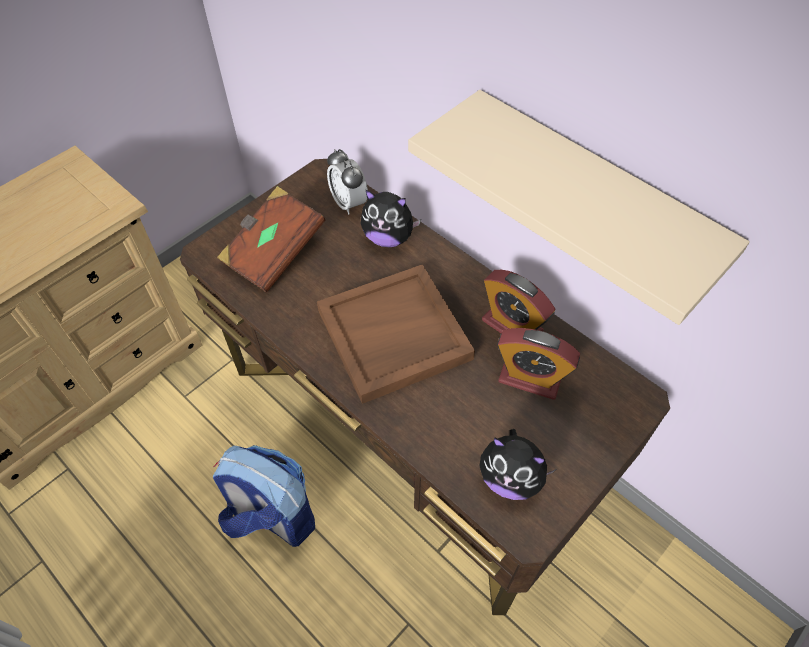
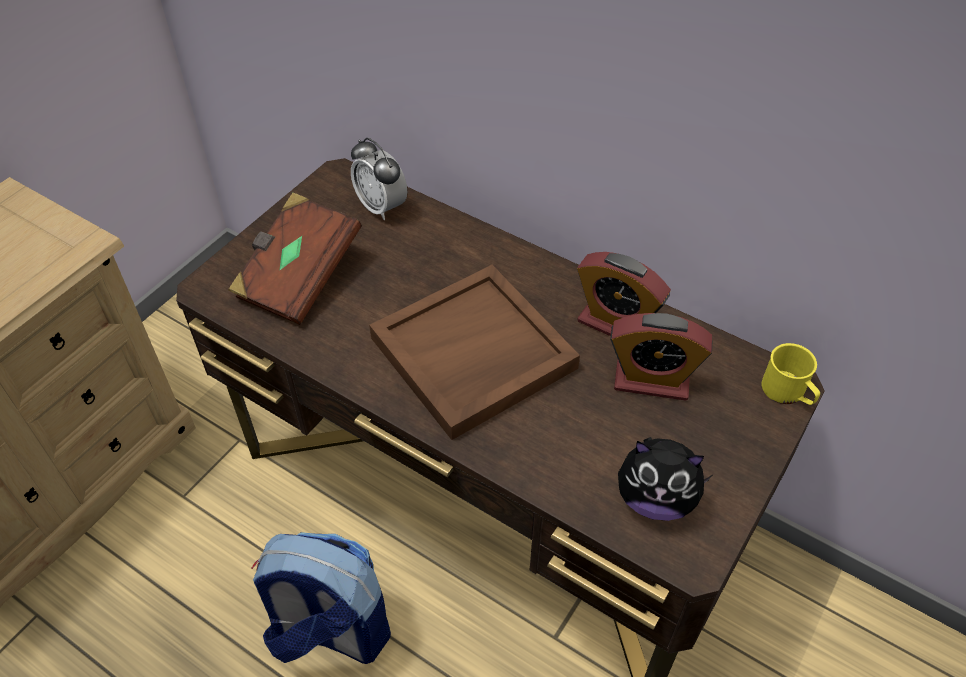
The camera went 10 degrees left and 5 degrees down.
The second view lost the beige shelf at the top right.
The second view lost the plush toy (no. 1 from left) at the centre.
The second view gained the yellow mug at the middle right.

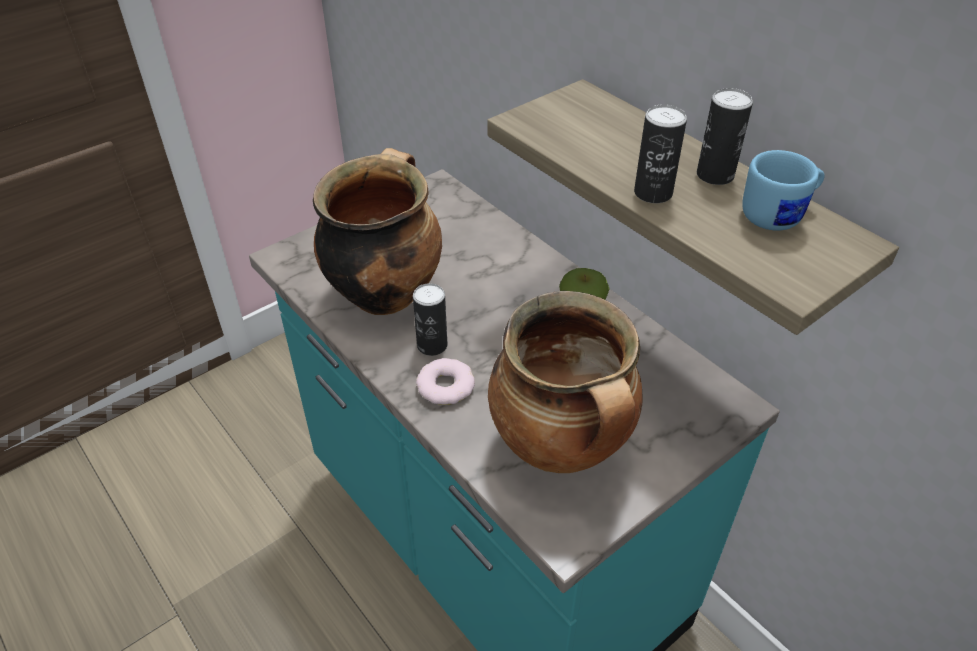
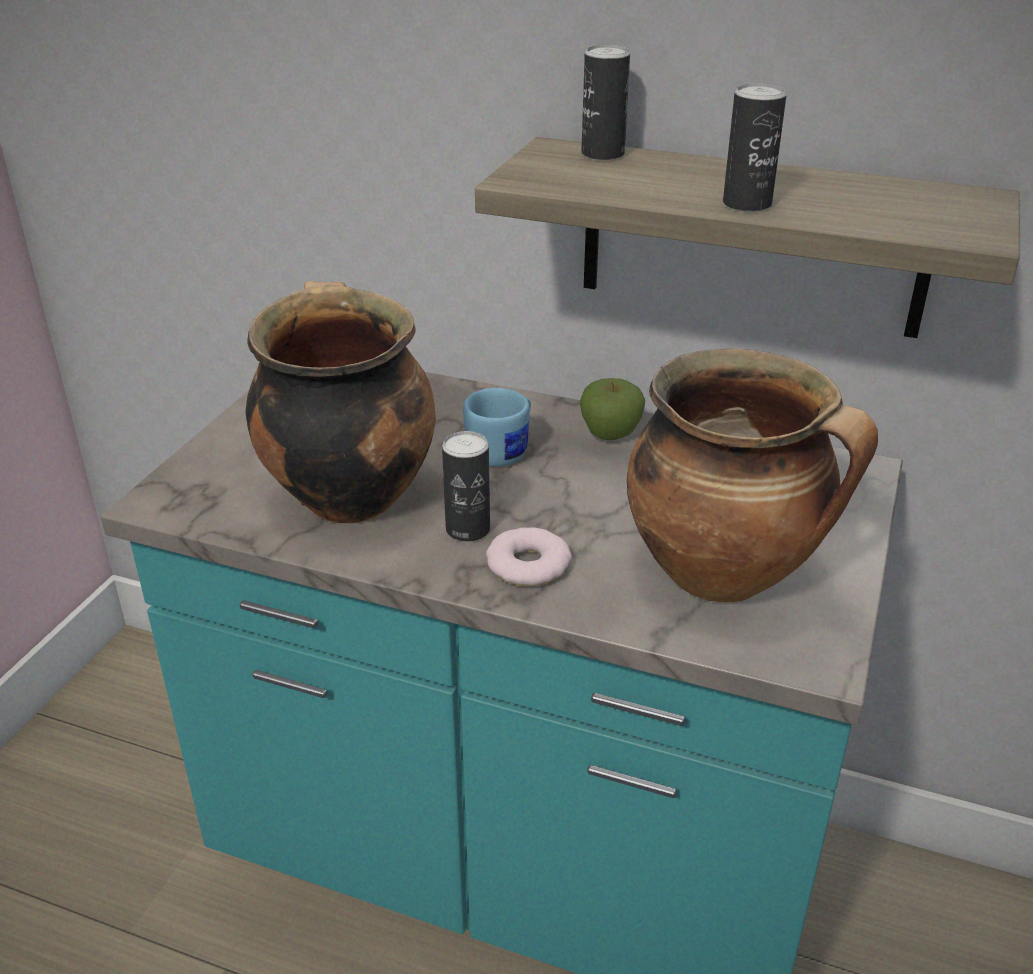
The camera went 30 degrees left and 10 degrees down.
The can (no. 3 from left in the first image) ended up elsewhere, having gone from the top right to the top centre.
The blue mug ended up elsewhere, having gone from the top right to the centre.

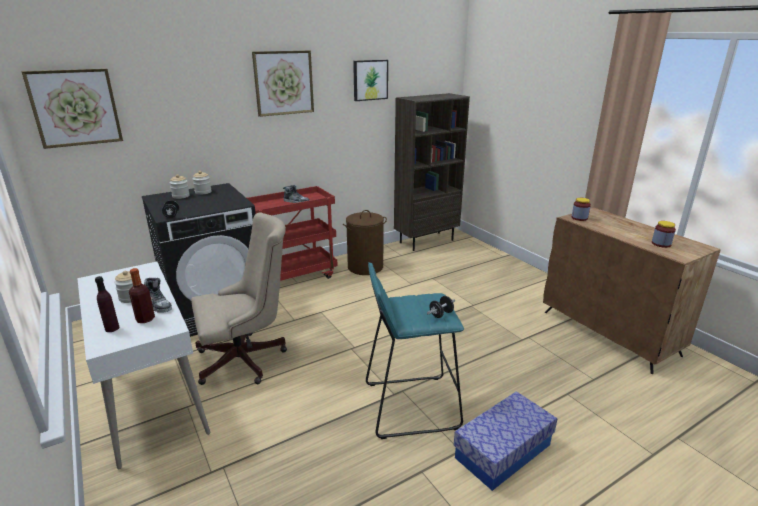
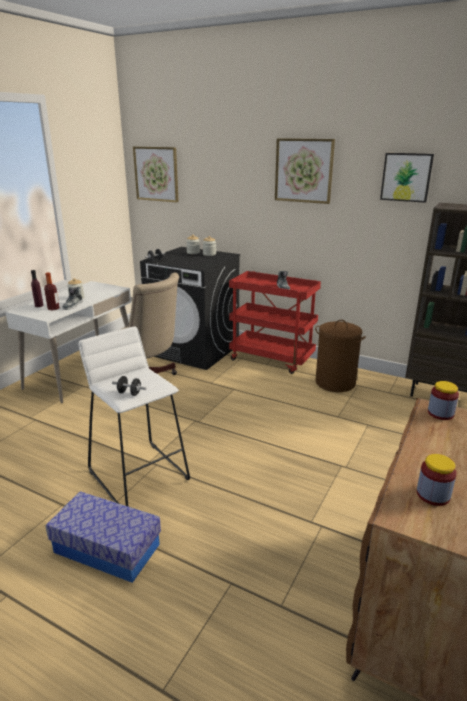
The camera went 60 degrees right and 0 degrees up.
What was the turquoise stool at the bottom centre turned into the white stool at the middle left.

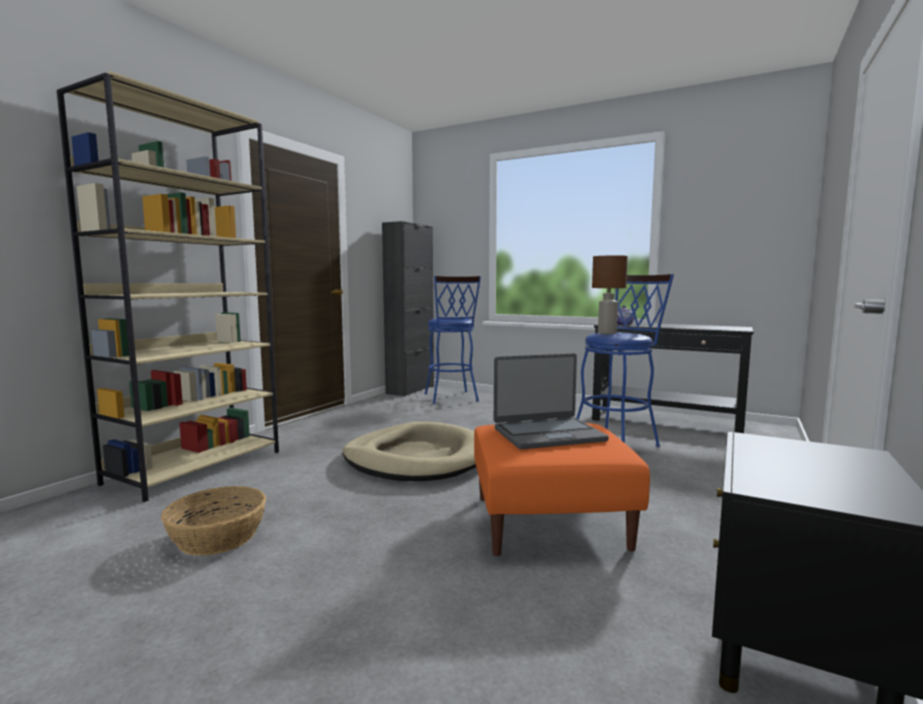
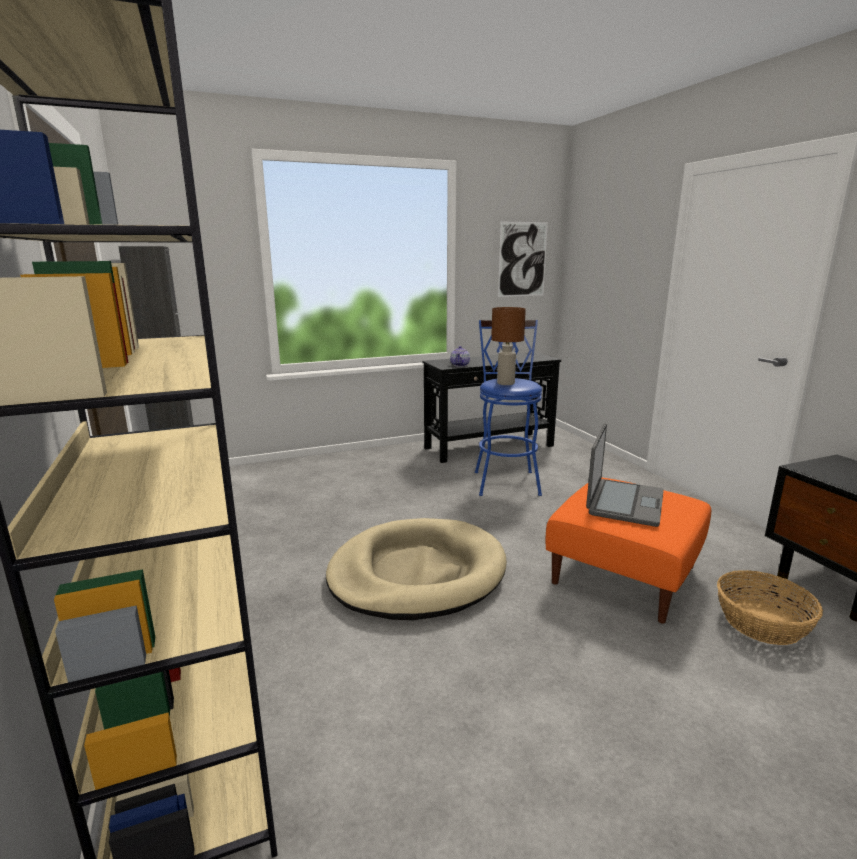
The camera went 50 degrees left and 10 degrees up.
The second view lost the blue stool (no. 1 from left) at the centre.
The basket ended up elsewhere, having gone from the bottom left to the bottom right.
The second view gained the picture at the top centre.

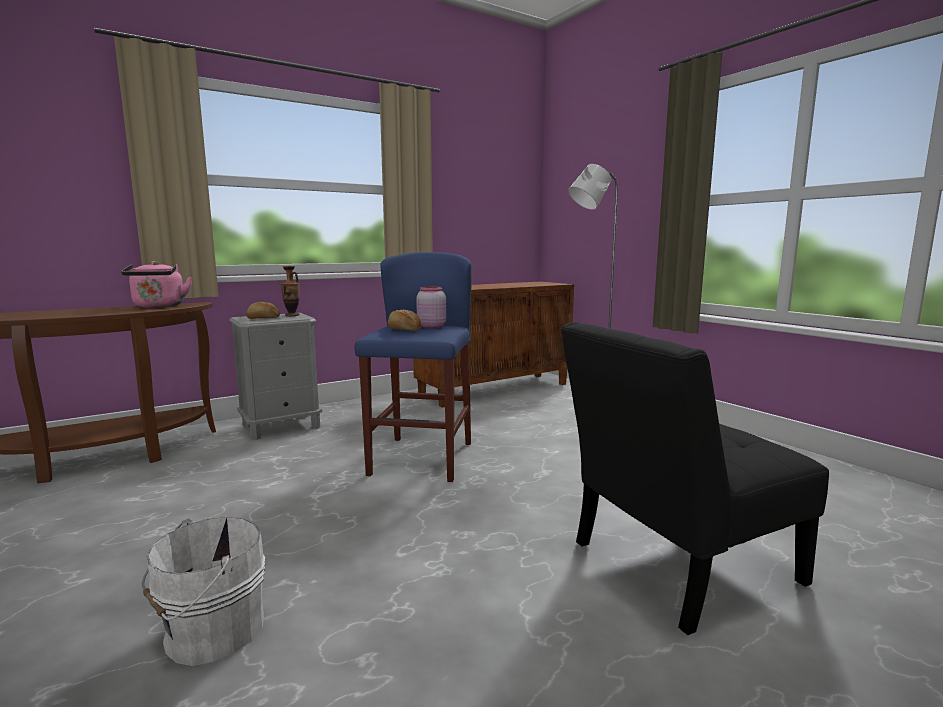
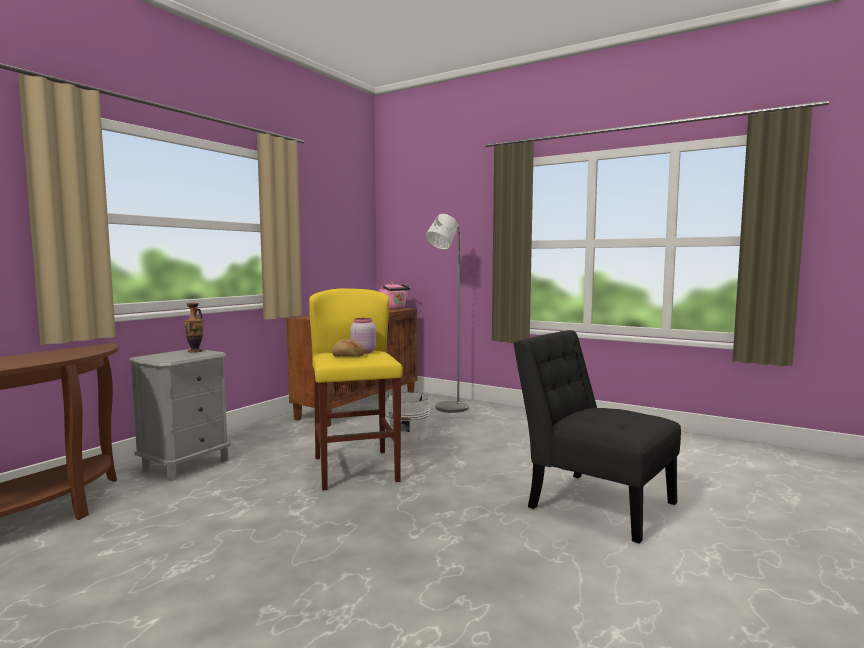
The camera went 25 degrees left and 5 degrees down.
What was the blue stool at the centre turned into the yellow stool at the centre.
The pink kettle ended up elsewhere, having gone from the middle left to the centre.
The second view lost the bread (no. 1 from left) at the middle left.
The black chair at the bottom right ended up facing another way, 90 degrees clockwise from before.
The white bucket ended up elsewhere, having gone from the bottom left to the centre.

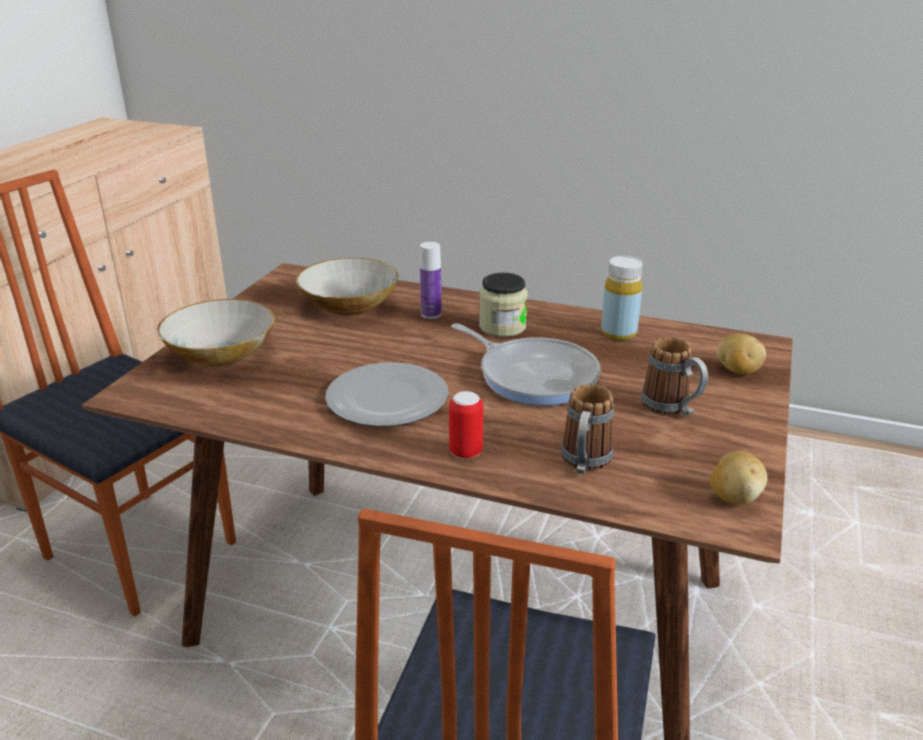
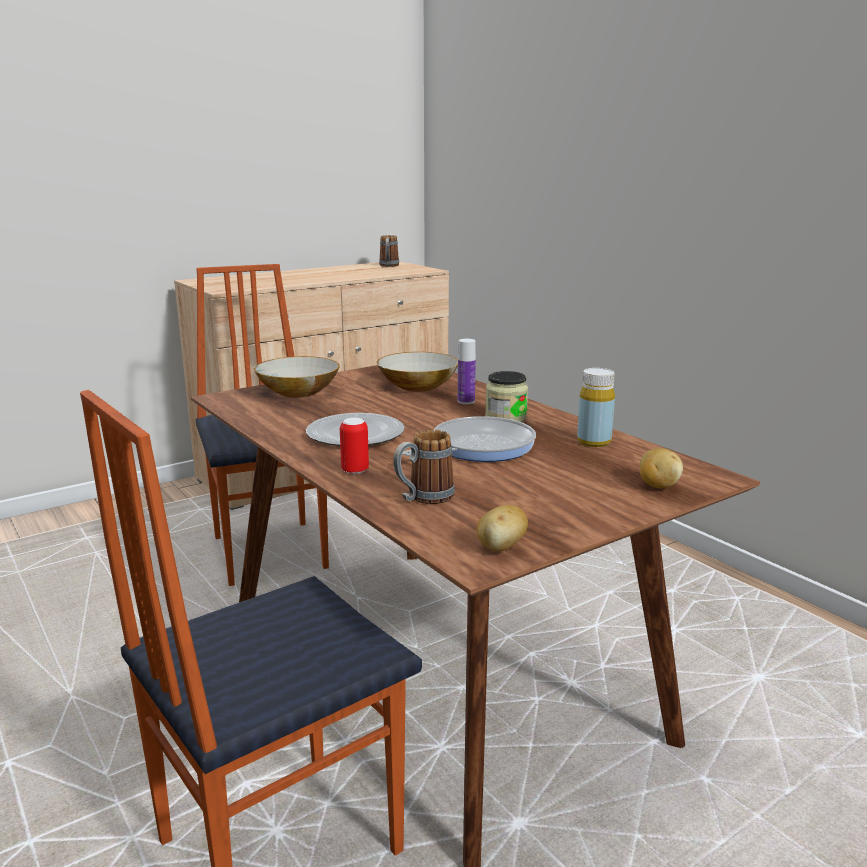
The camera went 35 degrees right and 10 degrees down.
The frying pan at the centre ended up facing another way, 120 degrees counterclockwise from before.
The mug (no. 2 from left in the first image) ended up elsewhere, having gone from the middle right to the top centre.

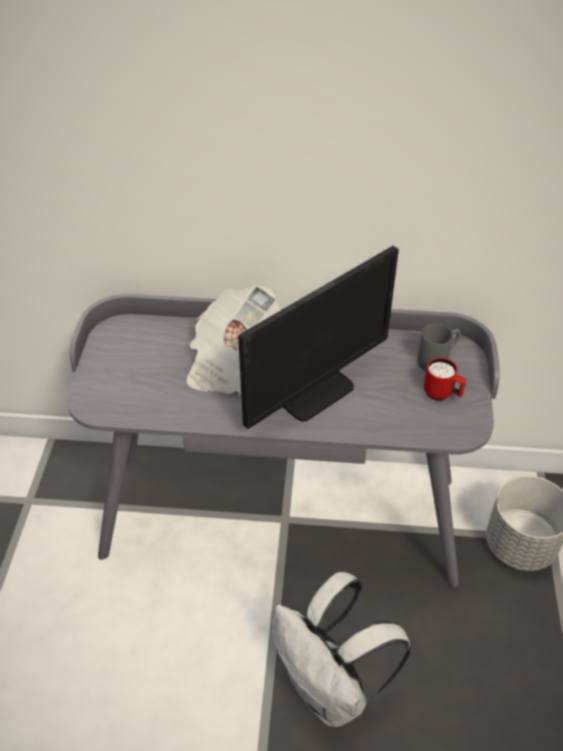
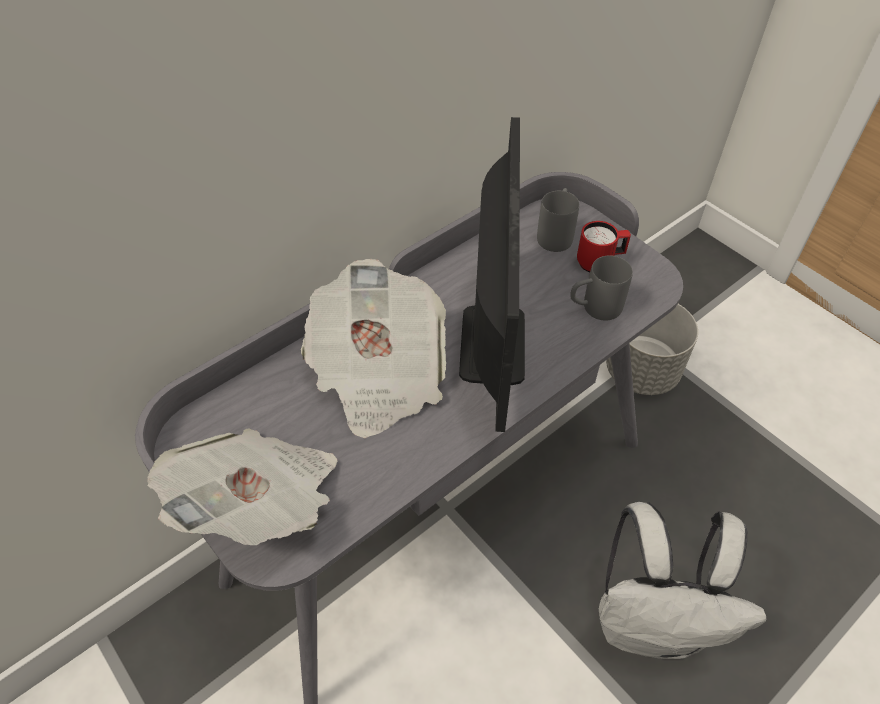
The camera went 45 degrees left and 5 degrees up.
The second view gained the grey mug (no. 2 from left) at the middle right.
The second view gained the newspaper (no. 1 from left) at the bottom left.

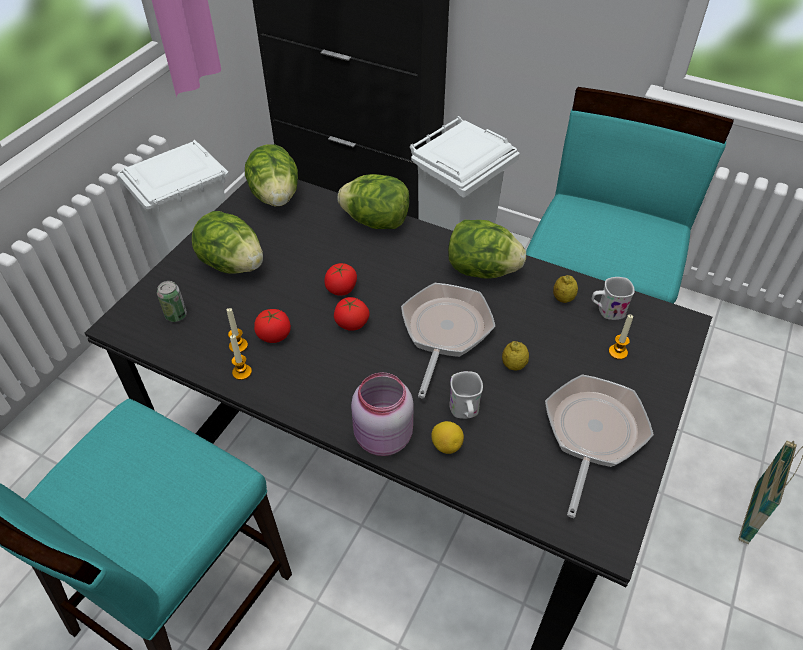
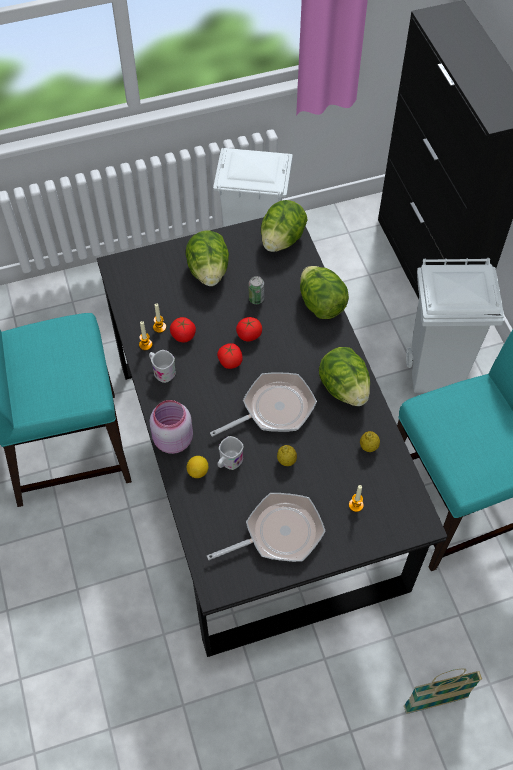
The camera went 45 degrees right and 10 degrees up.
The white mug (no. 2 from left in the first image) ended up elsewhere, having gone from the middle right to the middle left.
The can ended up elsewhere, having gone from the middle left to the centre.

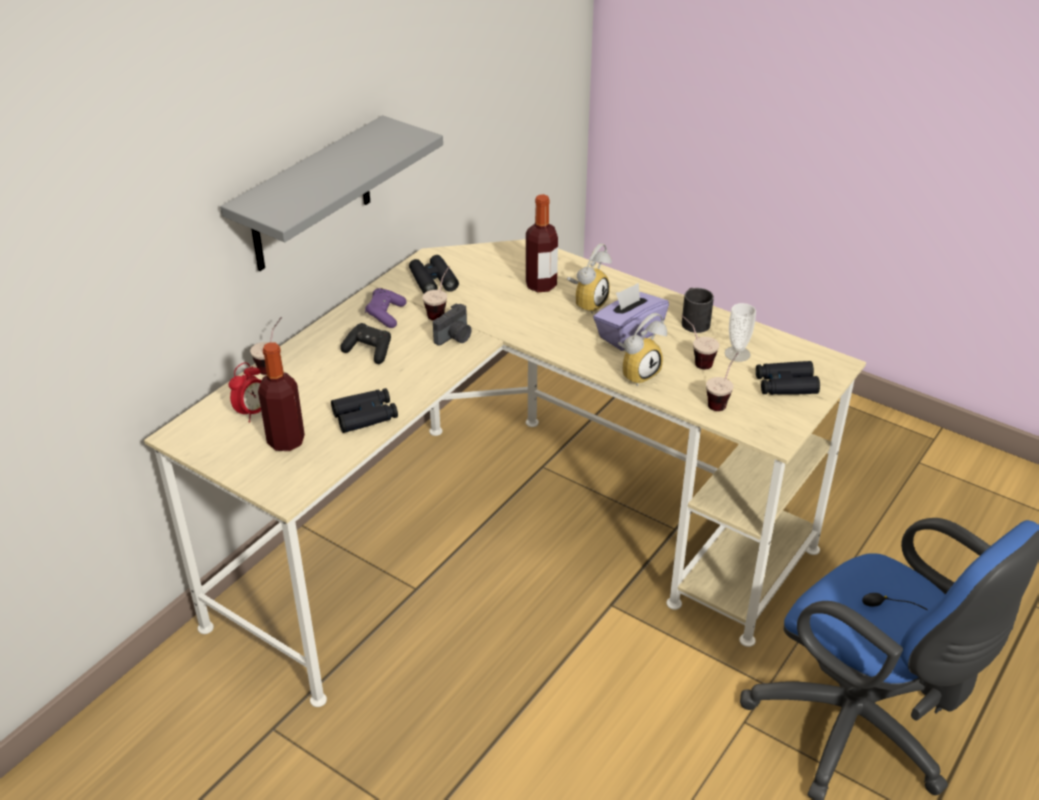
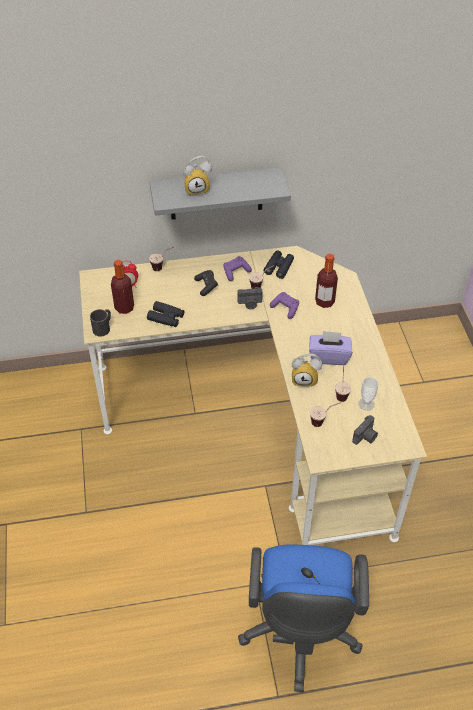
The camera went 45 degrees right and 10 degrees up.
The alarm clock (no. 2 from left) ended up elsewhere, having gone from the centre to the top centre.
The black mug ended up elsewhere, having gone from the middle right to the middle left.
Where the black binoculars (no. 3 from left) stood at the middle right, the photo camera (no. 2 from left) came to stand at the middle right.
The second view gained the purple game controller (no. 2 from left) at the centre.

